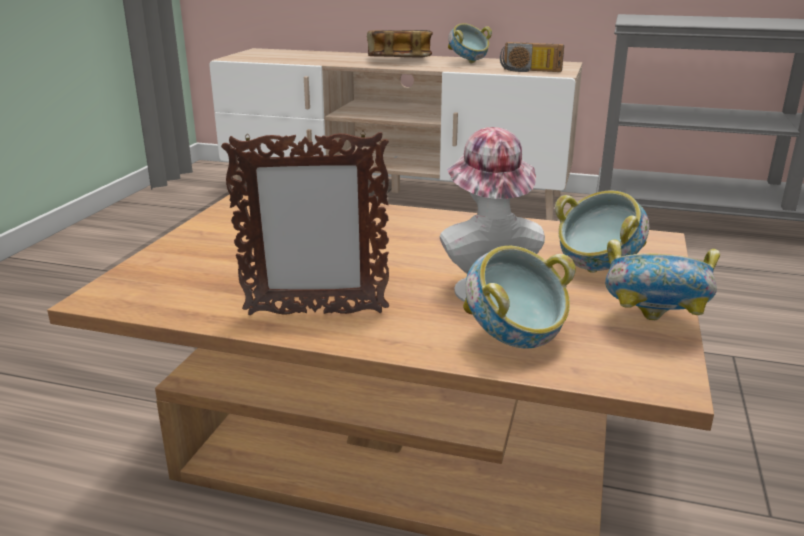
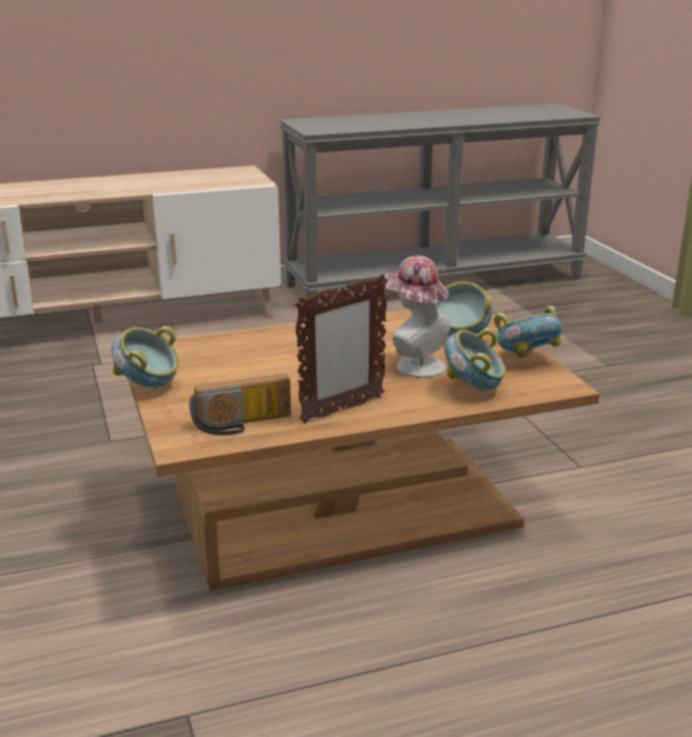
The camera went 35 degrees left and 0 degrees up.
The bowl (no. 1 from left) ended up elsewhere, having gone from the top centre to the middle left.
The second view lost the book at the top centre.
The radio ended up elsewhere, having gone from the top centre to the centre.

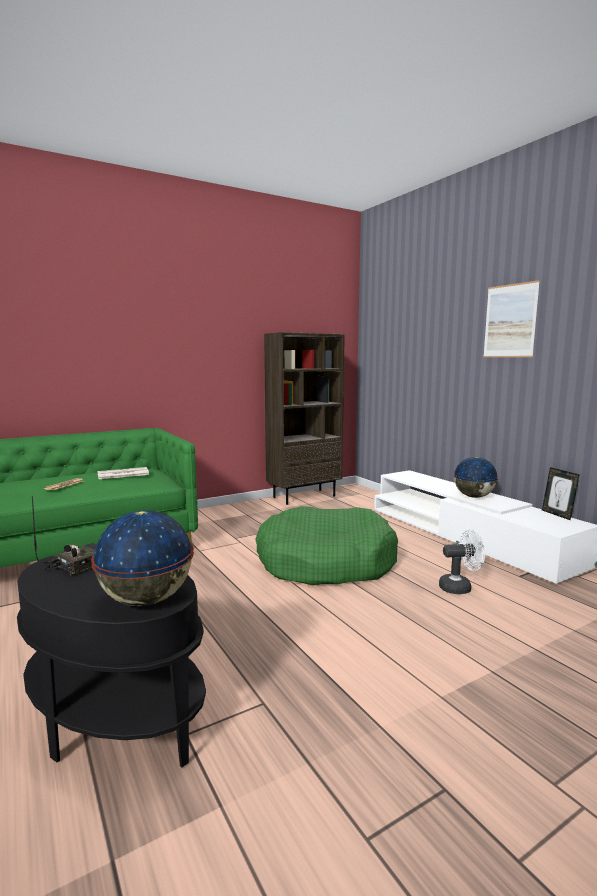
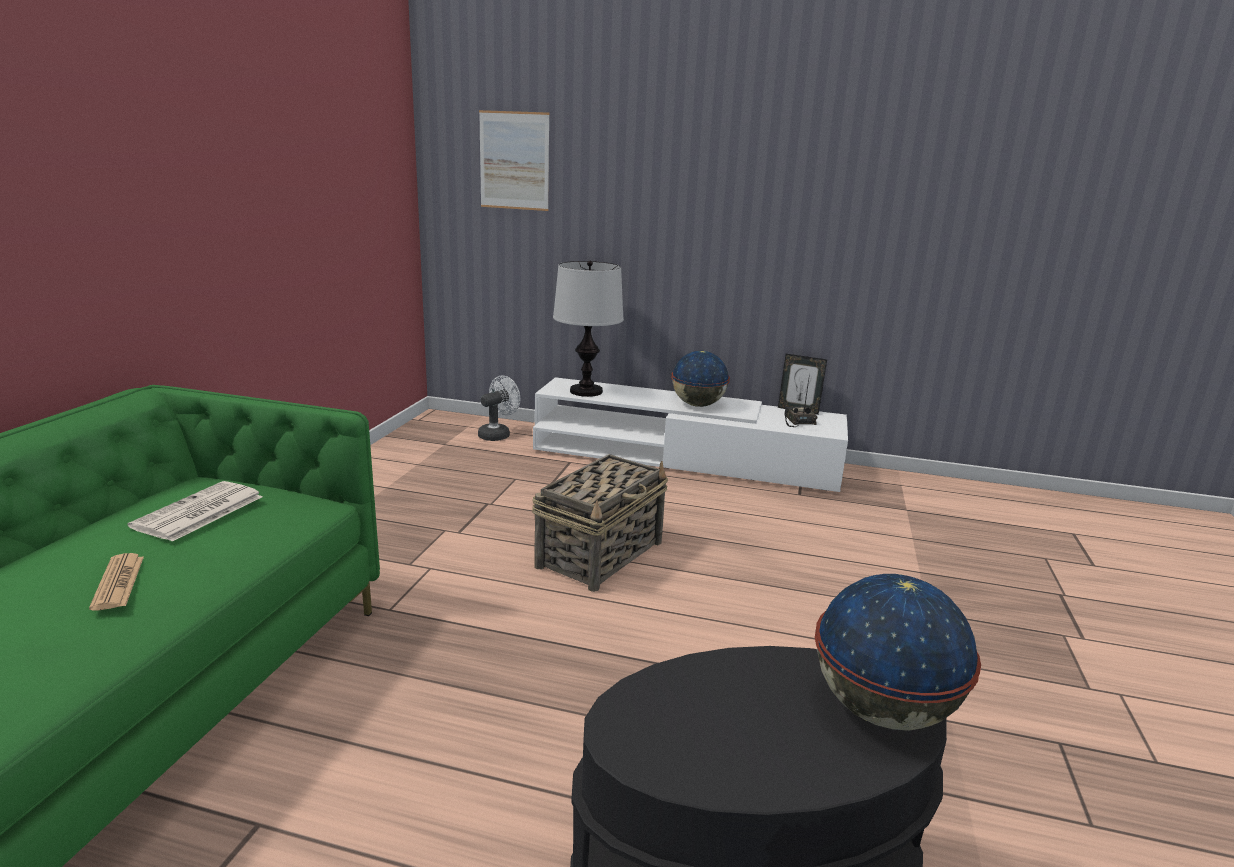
The camera went 45 degrees left and 10 degrees up.
The picture ended up elsewhere, having gone from the middle right to the top centre.
The second view lost the brown bookcase at the centre.
The radio ended up elsewhere, having gone from the middle left to the centre.
Where the green dog bed stood at the centre, the basket came to stand at the centre.
The white fan ended up elsewhere, having gone from the middle right to the centre.
The second view gained the table lamp at the centre.

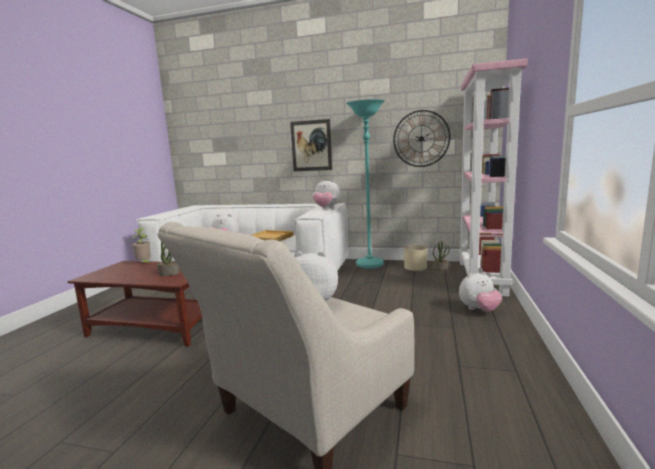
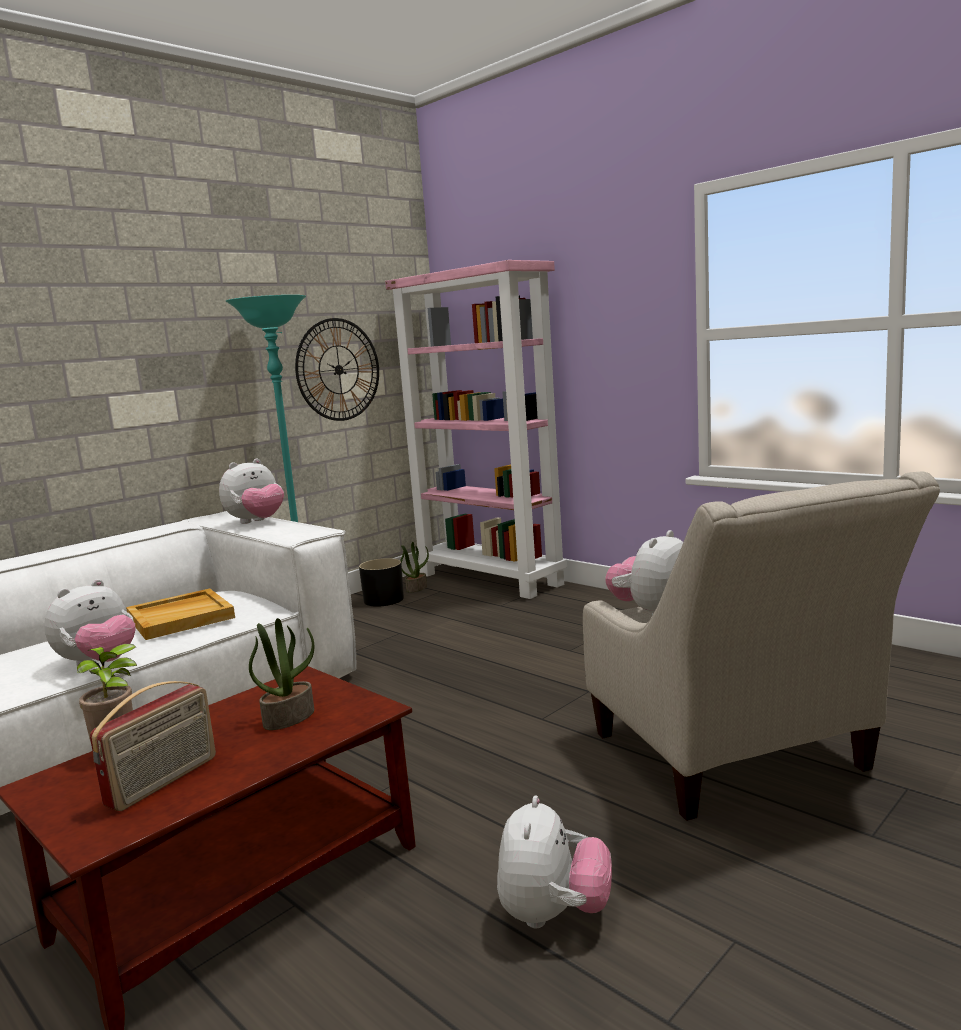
The camera went 60 degrees left and 0 degrees up.
The second view lost the picture at the top centre.
What was the beige planter at the centre turned into the black planter at the centre.
The plush toy (no. 4 from left in the first image) ended up elsewhere, having gone from the middle right to the bottom centre.
The second view gained the radio at the bottom left.

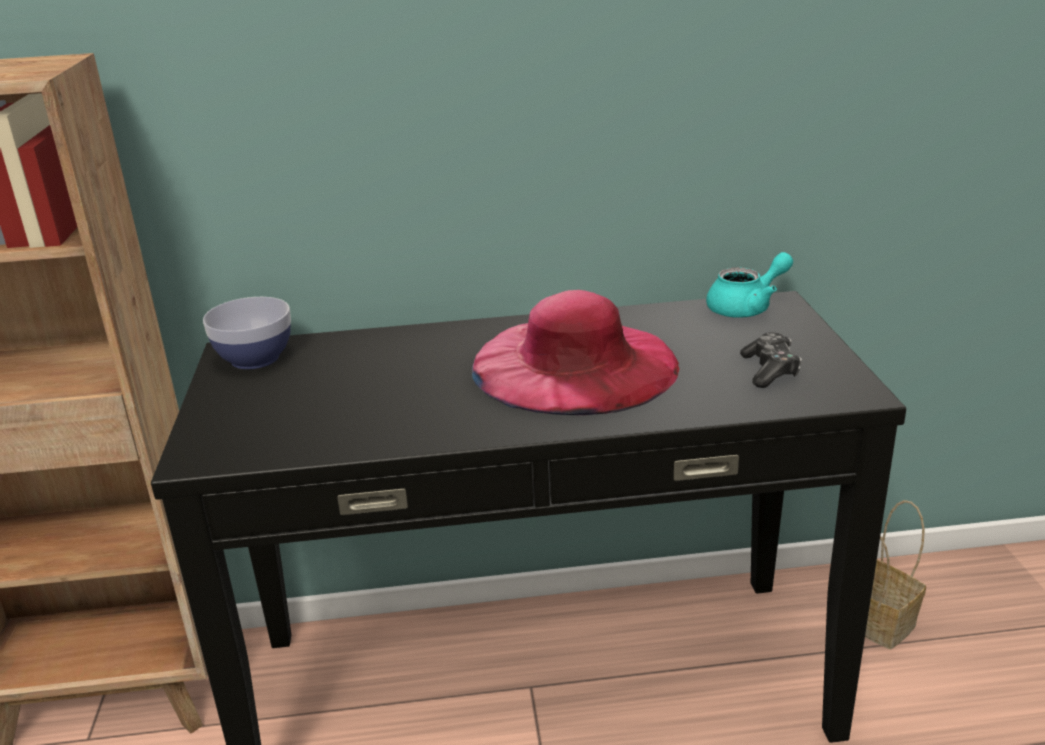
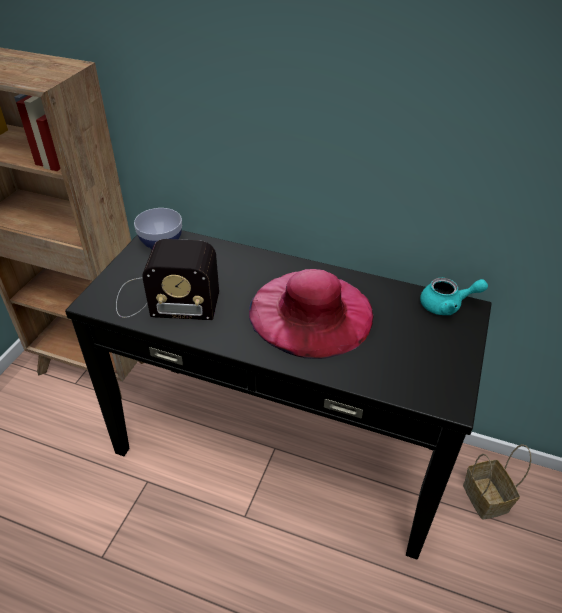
The camera went 25 degrees right and 15 degrees up.
The second view lost the game controller at the middle right.
The second view gained the radio at the middle left.

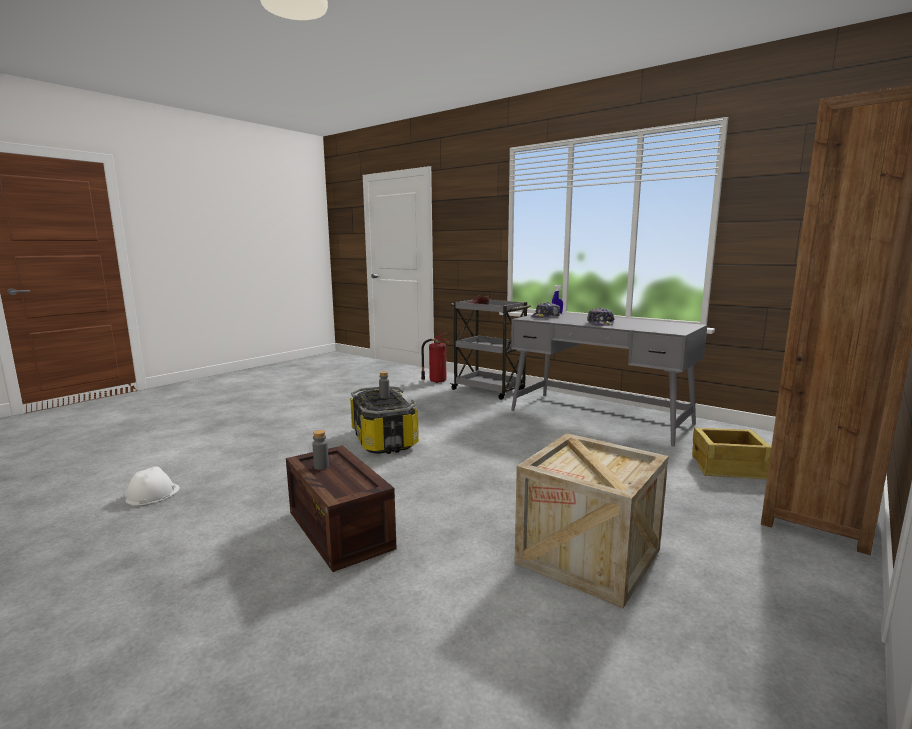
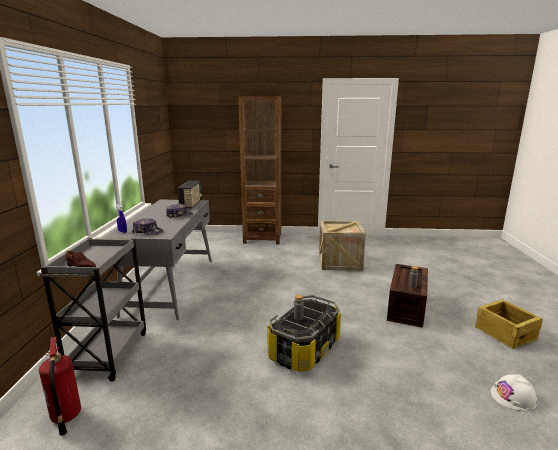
The camera went 125 degrees left and 5 degrees up.
The crate (no. 3 from left) ended up elsewhere, having gone from the middle right to the bottom right.
The second view gained the radio at the centre.

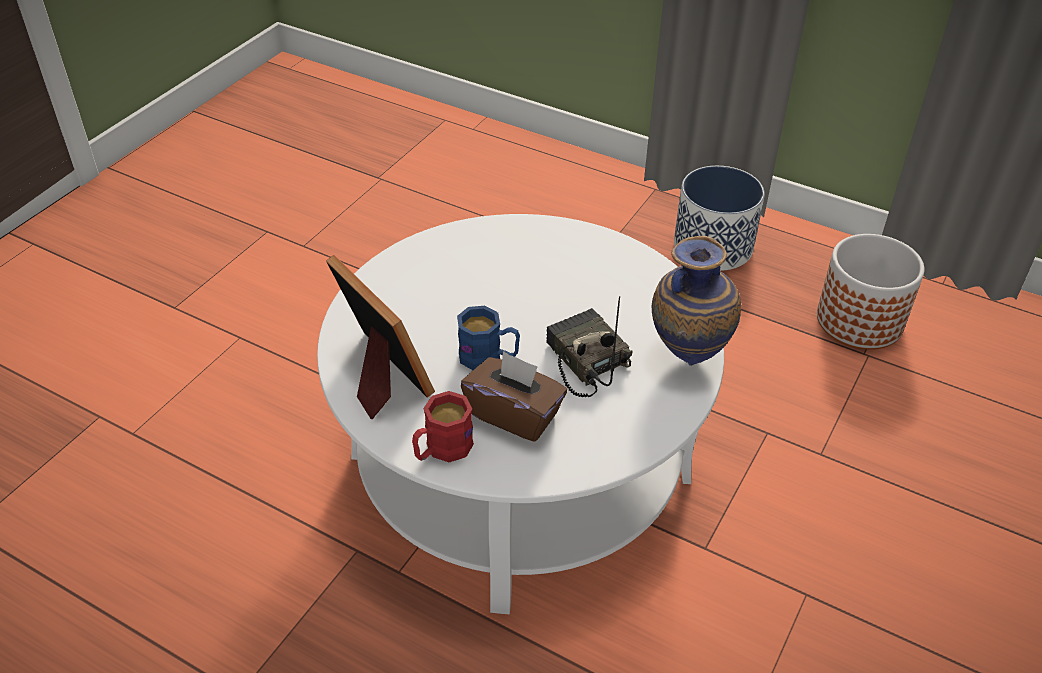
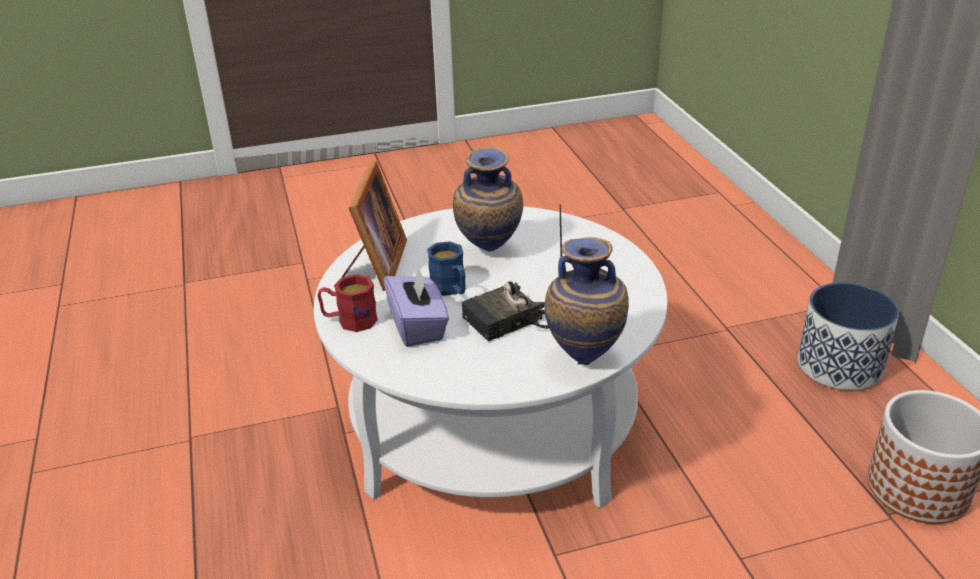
The camera went 45 degrees right and 10 degrees down.
The radio at the centre ended up facing another way, 135 degrees counterclockwise from before.
What was the brown tissue box at the centre turned into the purple tissue box at the centre.
The second view gained the vase (no. 1 from left) at the centre.

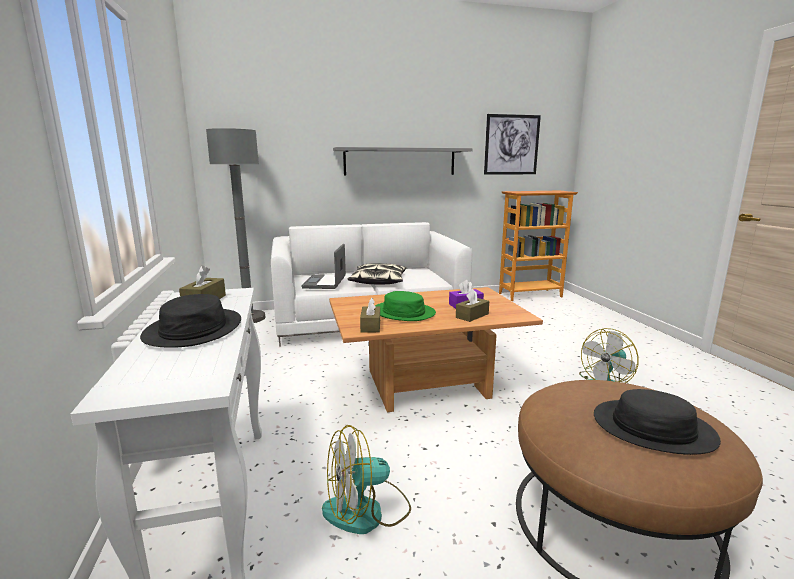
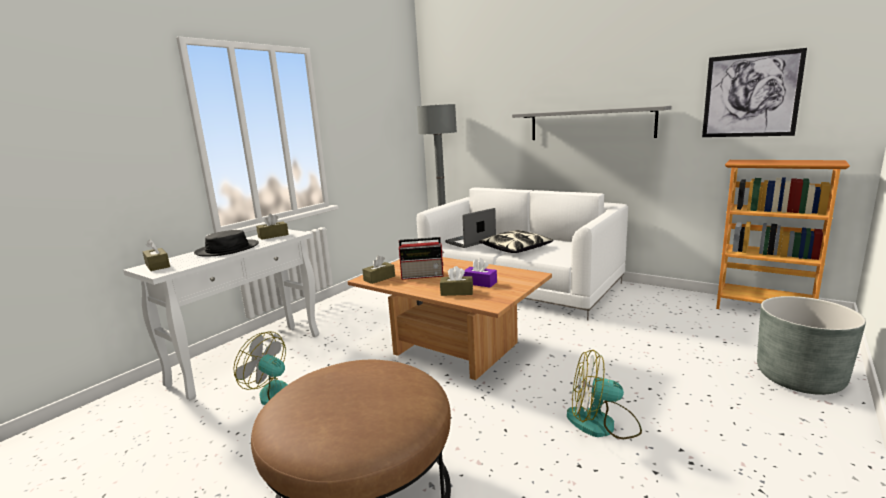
The camera went 50 degrees right and 0 degrees up.
Where the green hat stood at the centre, the radio came to stand at the centre.
The second view lost the black hat (no. 2 from left) at the bottom right.
The second view gained the brown tissue box (no. 1 from left) at the middle left.
The second view gained the grey planter at the bottom right.

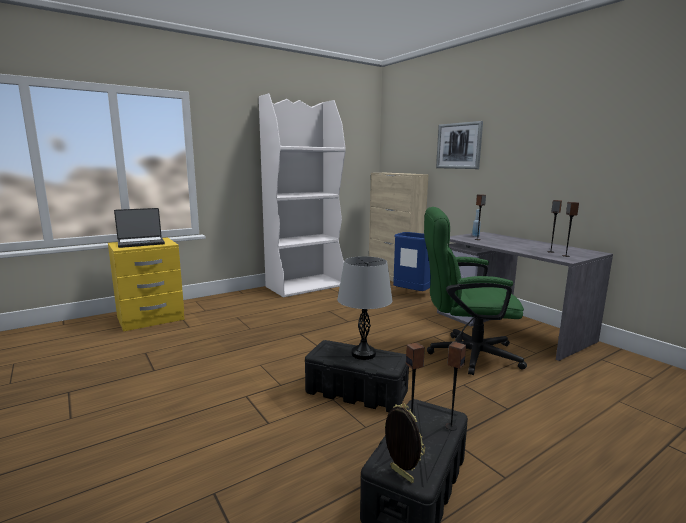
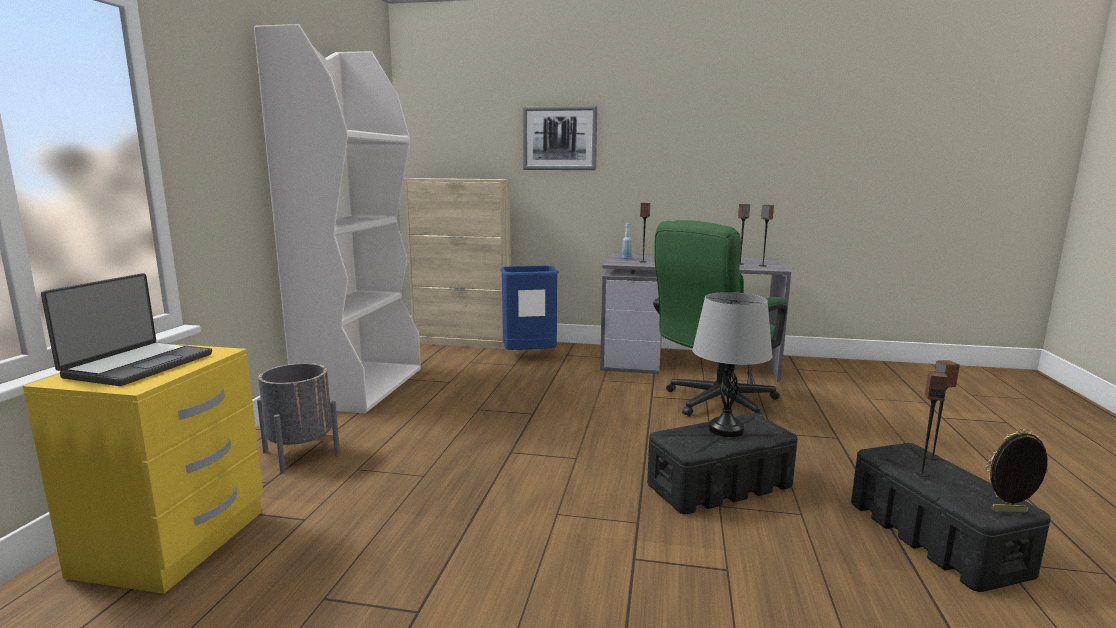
The camera went 45 degrees left and 0 degrees up.
The second view gained the grey planter at the middle left.

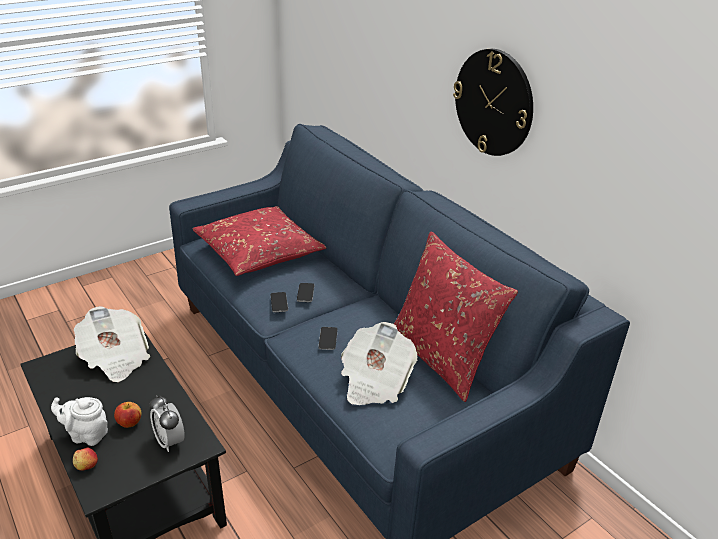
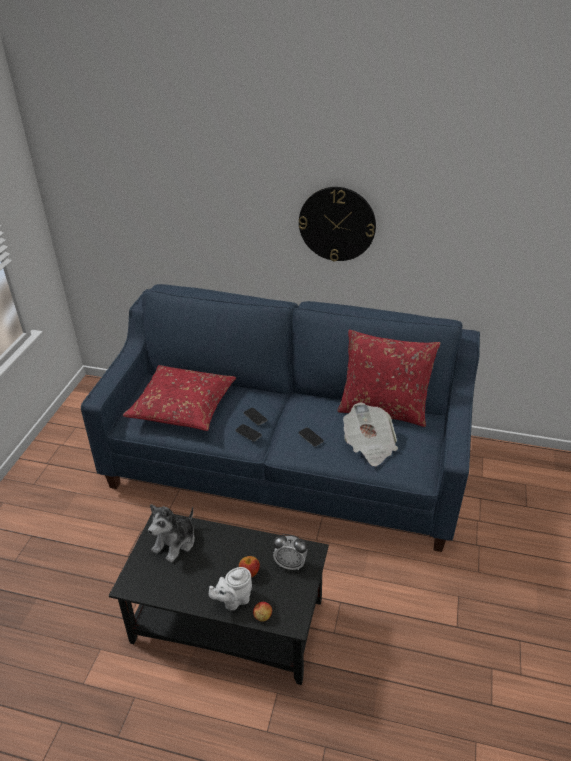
The camera went 40 degrees left and 5 degrees up.
Where the newspaper (no. 1 from left) stood at the middle left, the plush toy came to stand at the bottom left.

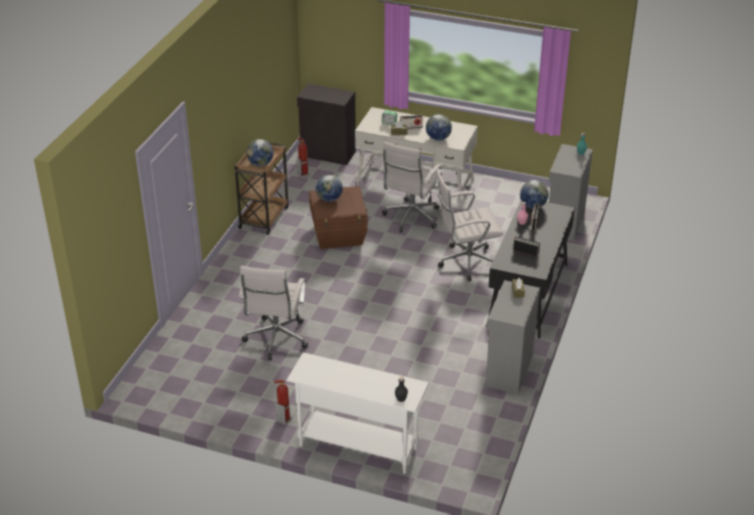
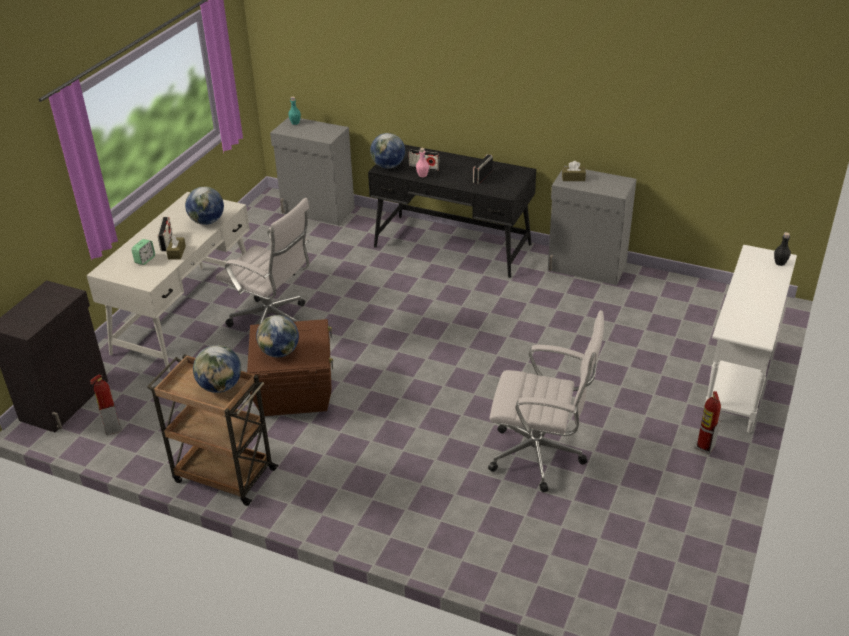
The camera went 85 degrees left and 0 degrees up.
The second view lost the white office chair (no. 3 from left) at the centre.

